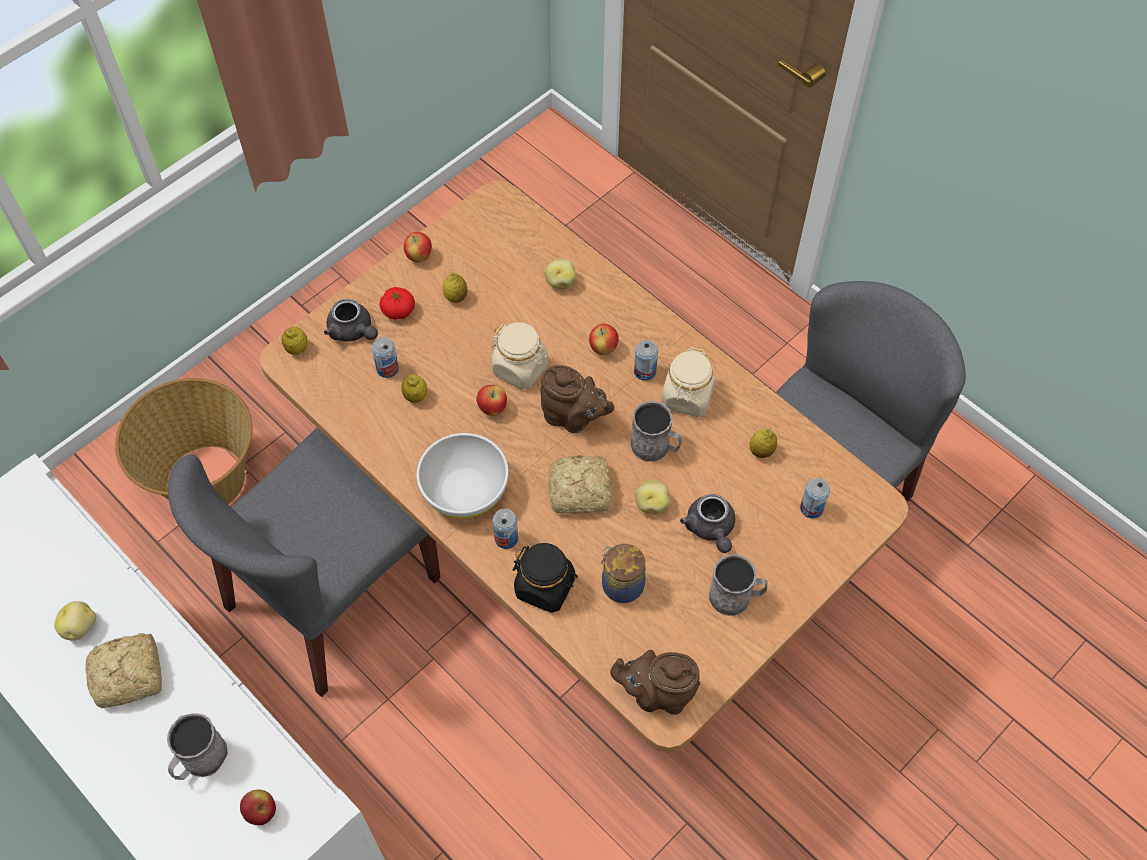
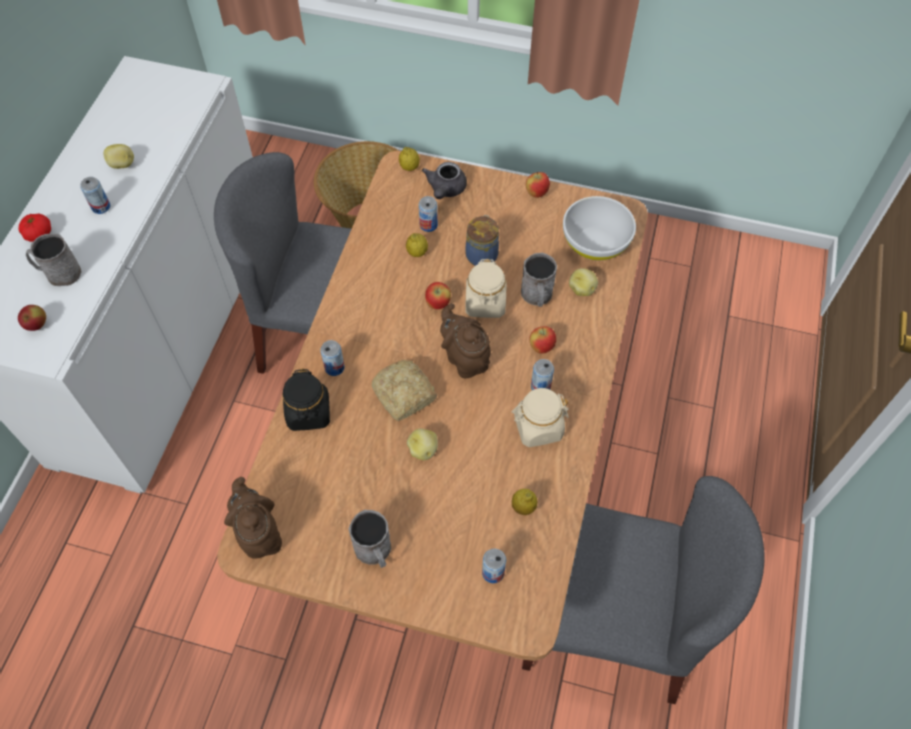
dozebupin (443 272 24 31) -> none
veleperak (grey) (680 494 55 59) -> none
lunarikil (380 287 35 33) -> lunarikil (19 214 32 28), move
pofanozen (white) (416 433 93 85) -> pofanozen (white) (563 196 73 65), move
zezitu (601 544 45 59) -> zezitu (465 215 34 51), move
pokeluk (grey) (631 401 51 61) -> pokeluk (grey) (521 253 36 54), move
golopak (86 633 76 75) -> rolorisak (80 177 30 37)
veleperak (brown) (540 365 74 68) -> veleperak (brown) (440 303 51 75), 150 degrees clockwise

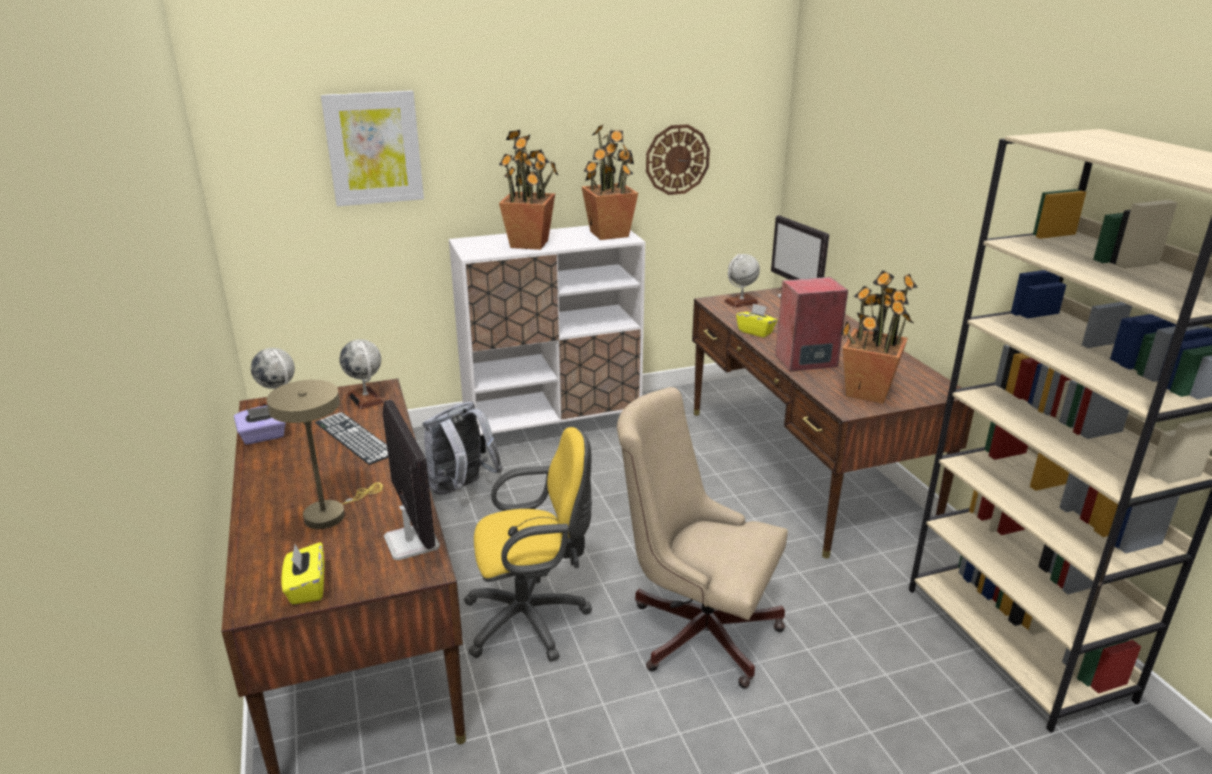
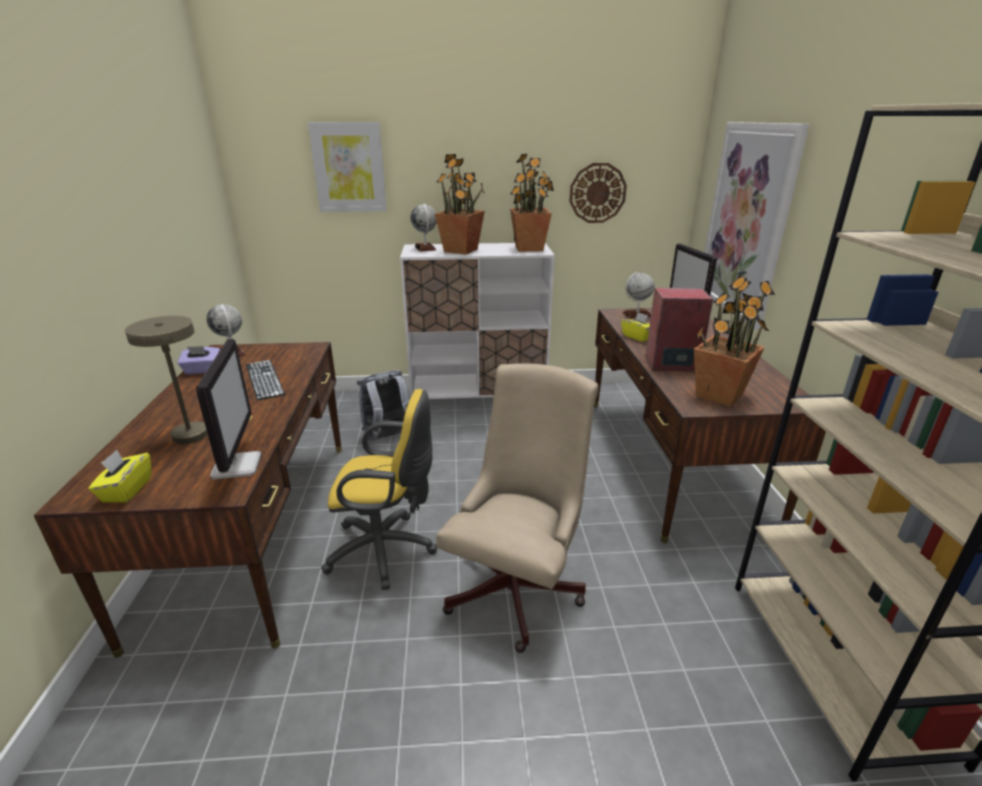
none -> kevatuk (704 122 105 208)
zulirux (339 339 45 70) -> zulirux (410 203 27 49), move
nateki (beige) (617 387 171 301) -> nateki (beige) (436 363 162 290), 75 degrees clockwise

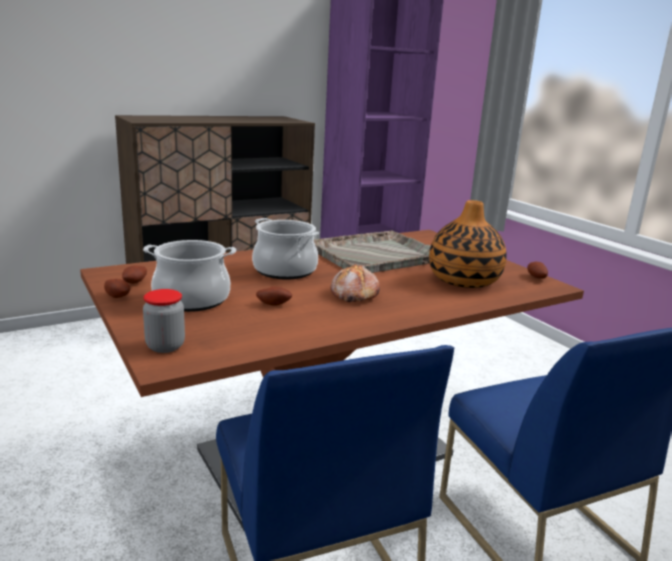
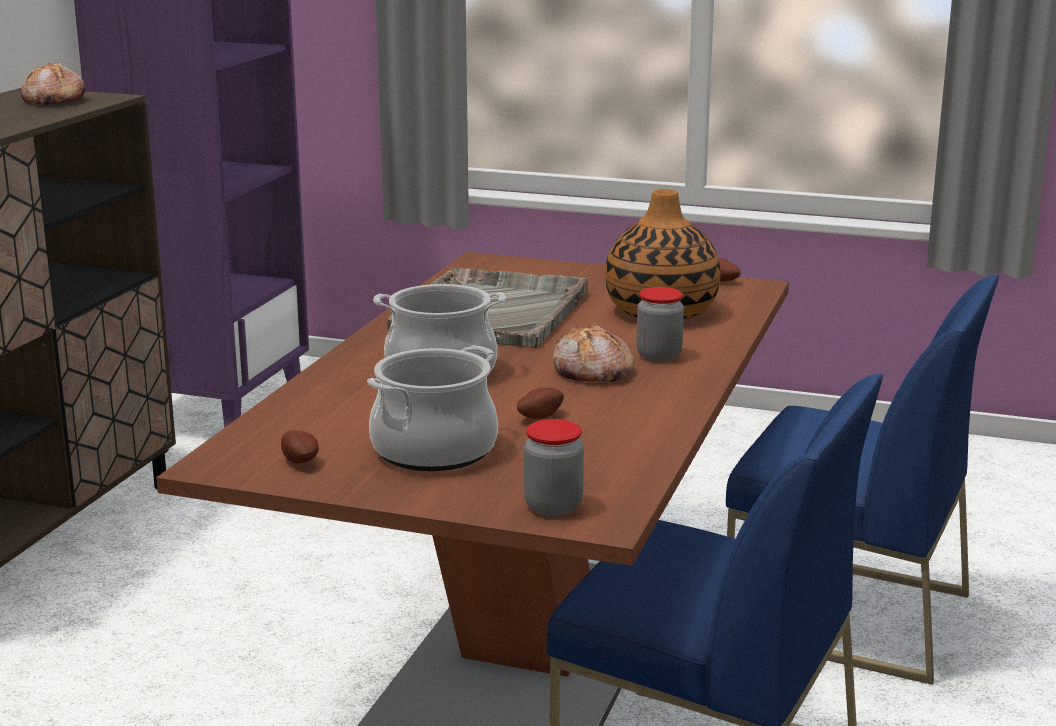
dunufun (104 279 26 19) -> none
none -> golopak (21 62 64 43)
none -> zezitu (636 287 48 74)

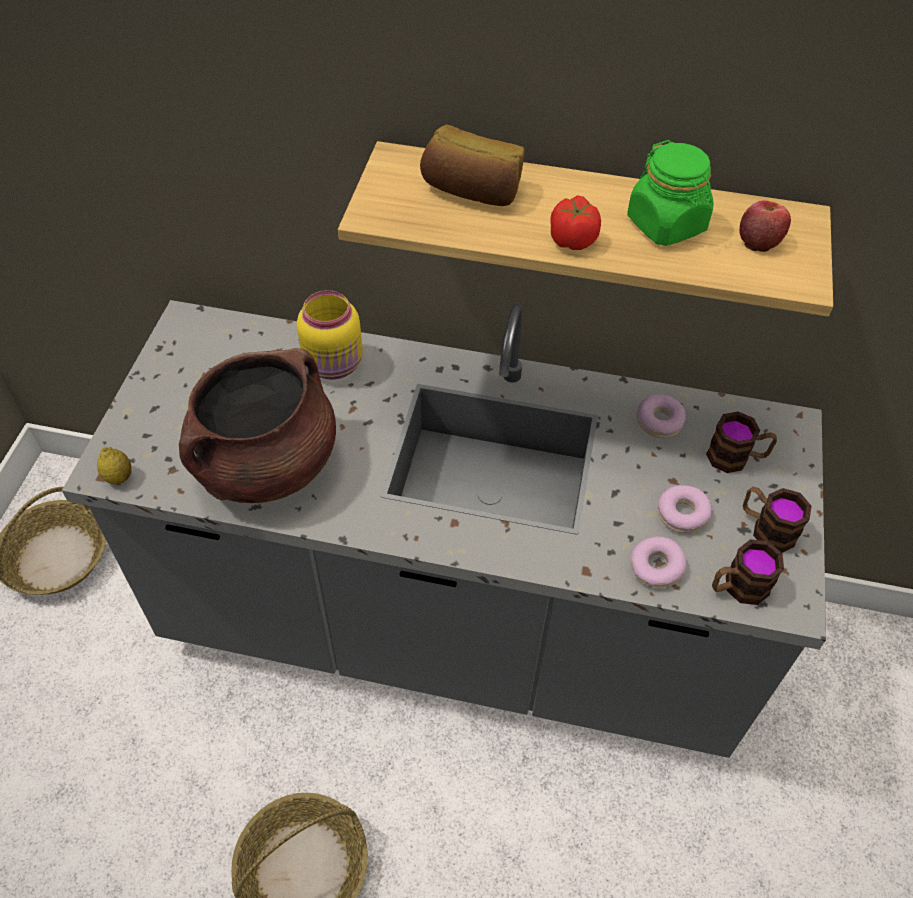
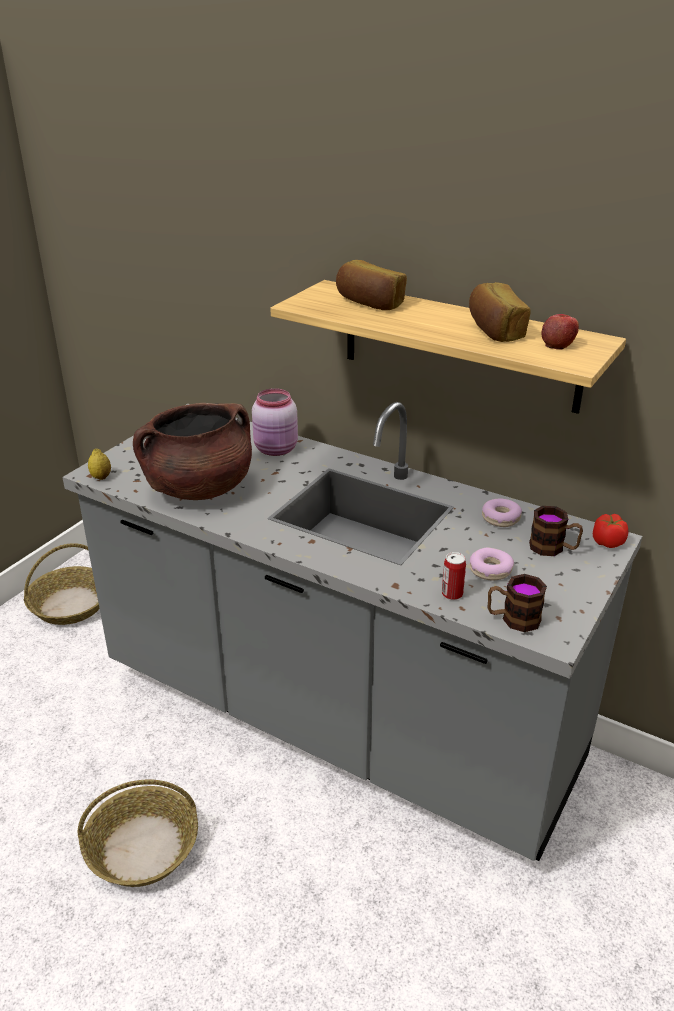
pokeluk (743 487 68 66) -> none
lunarikil (550 195 51 55) -> lunarikil (593 514 35 34), move
zezitu (green) (627 140 87 106) -> golopak (469 282 62 60)
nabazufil (631 536 56 52) -> rolorisak (442 552 24 48)
zezitu (yellow) (297 290 66 90) -> zezitu (pink) (252 388 46 68)

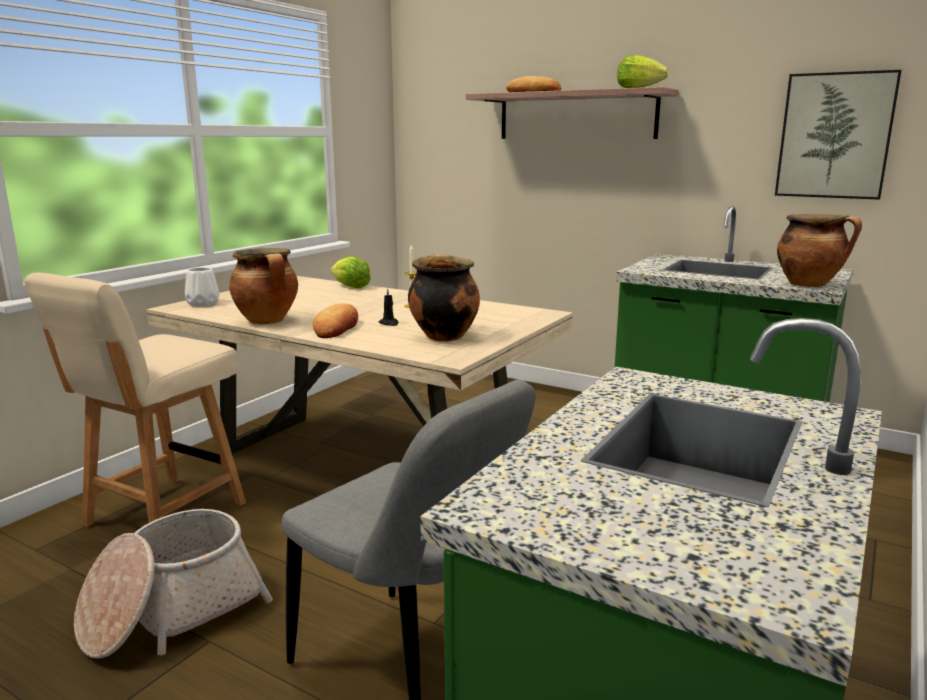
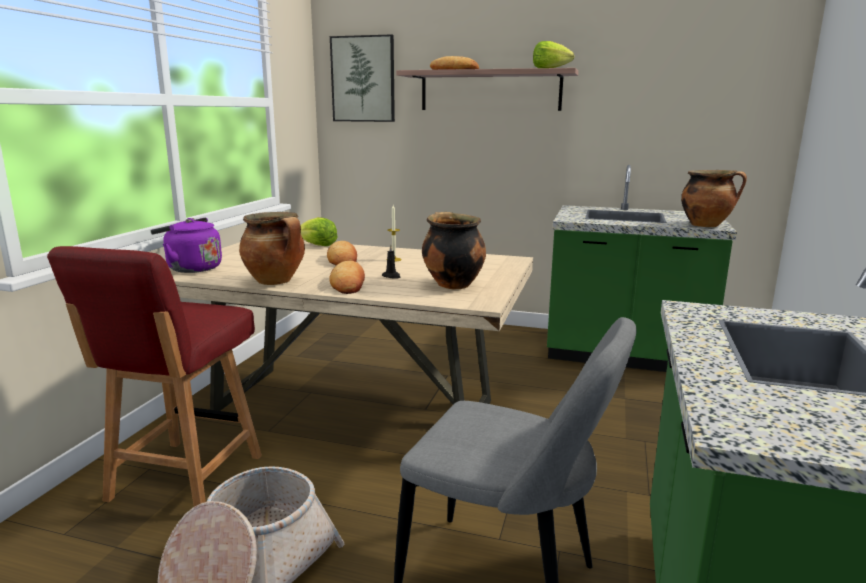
none -> golopak (327 241 30 24)
kevatuk (775 70 127 130) -> kevatuk (330 34 65 88), move
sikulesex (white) (185 267 34 40) -> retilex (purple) (150 218 72 55)
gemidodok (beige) (24 273 222 254) -> gemidodok (red) (47 246 215 261)

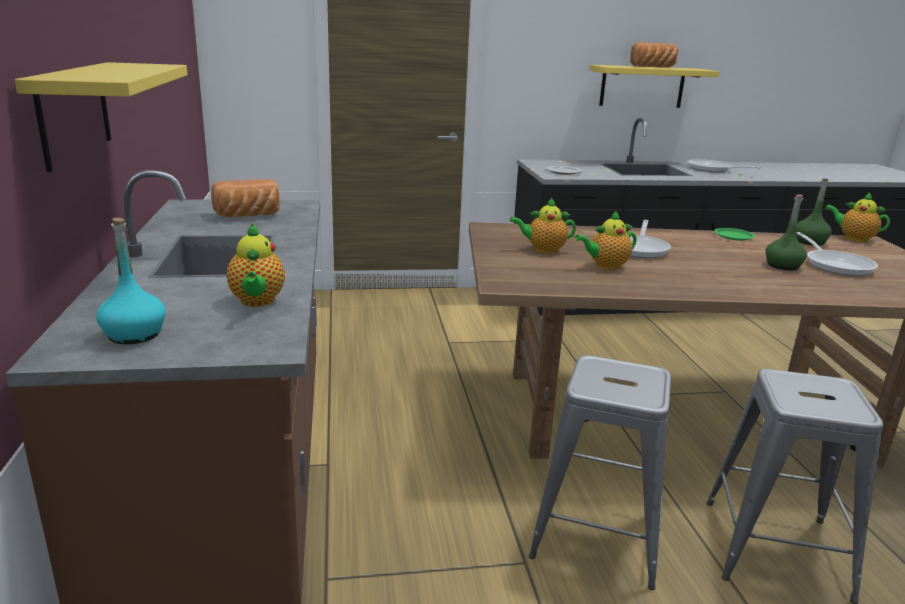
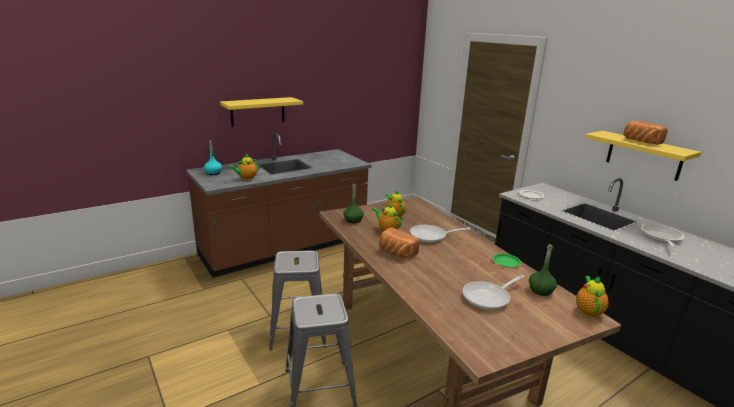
golopak (211 179 69 38) -> golopak (379 227 41 31), move
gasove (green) (765 194 42 76) -> gasove (green) (344 184 20 39), move

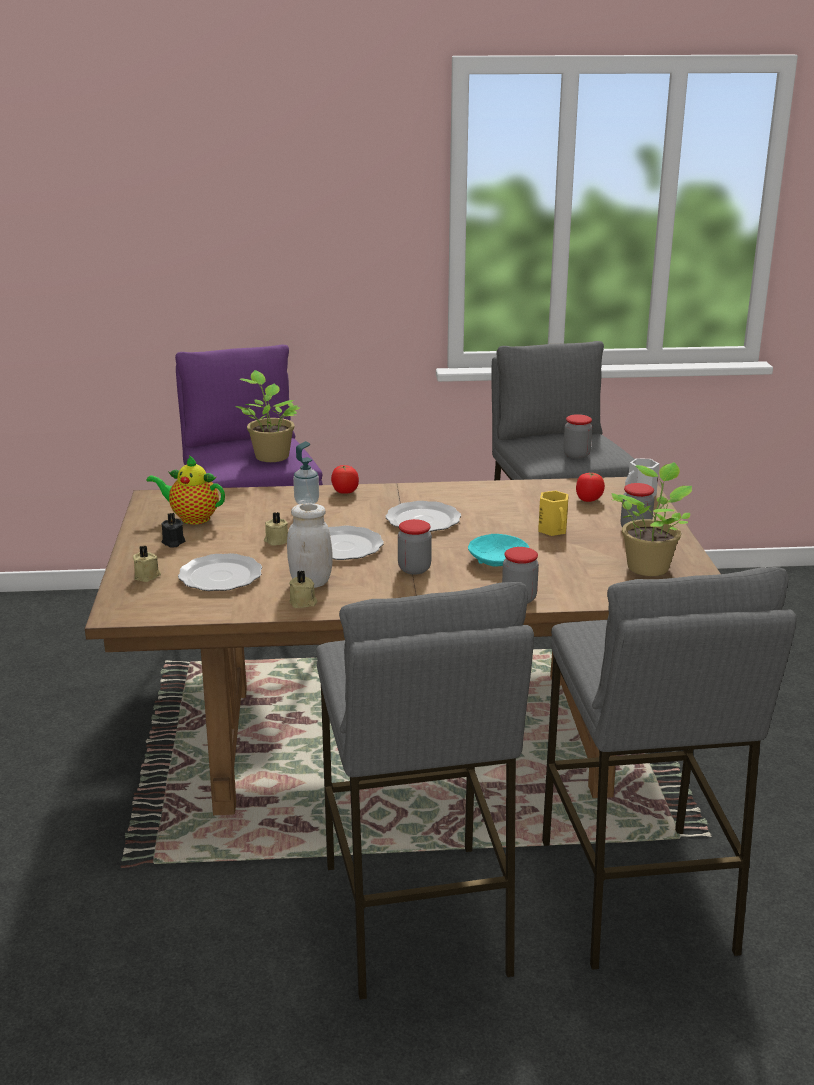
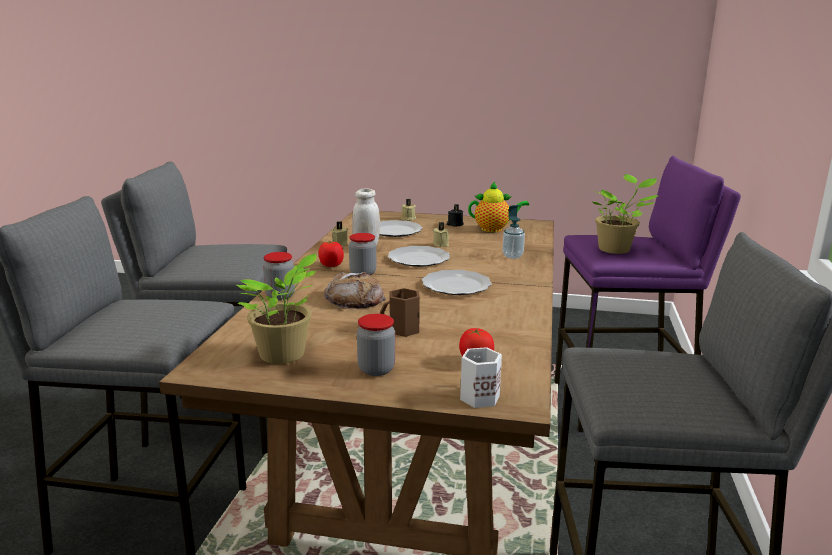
zezitu (563 414 29 45) -> none
lunarikil (331 465 28 29) -> lunarikil (318 241 26 26), move
pofanozen (turquoise) (468 534 61 33) -> golopak (324 272 62 37)
pokeluk (yellow) (538 490 31 46) -> pokeluk (brown) (380 288 40 49)
veleperak (146 455 79 69) -> veleperak (468 182 61 50), 60 degrees clockwise

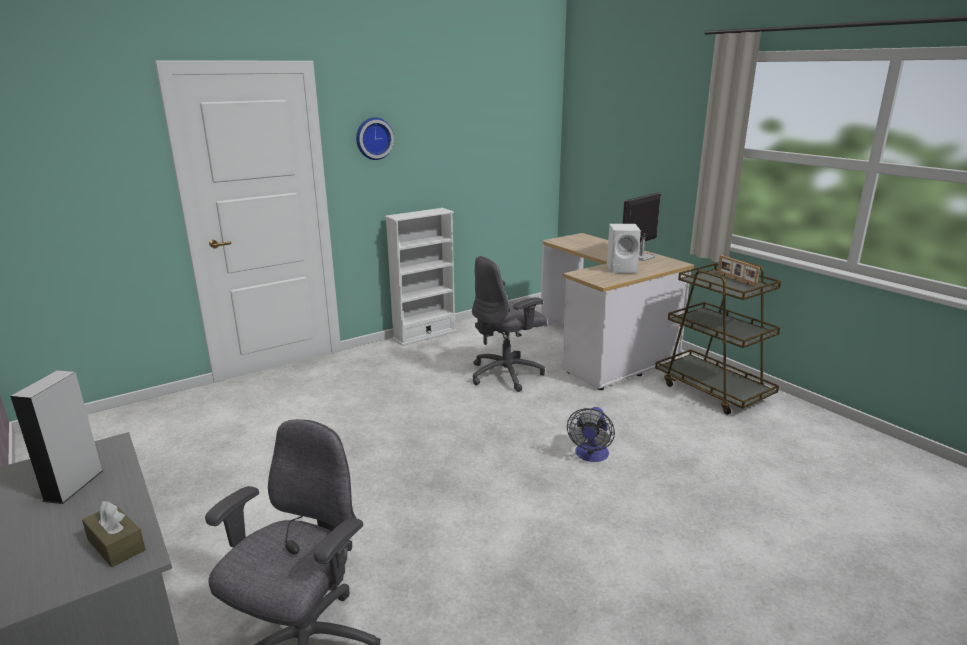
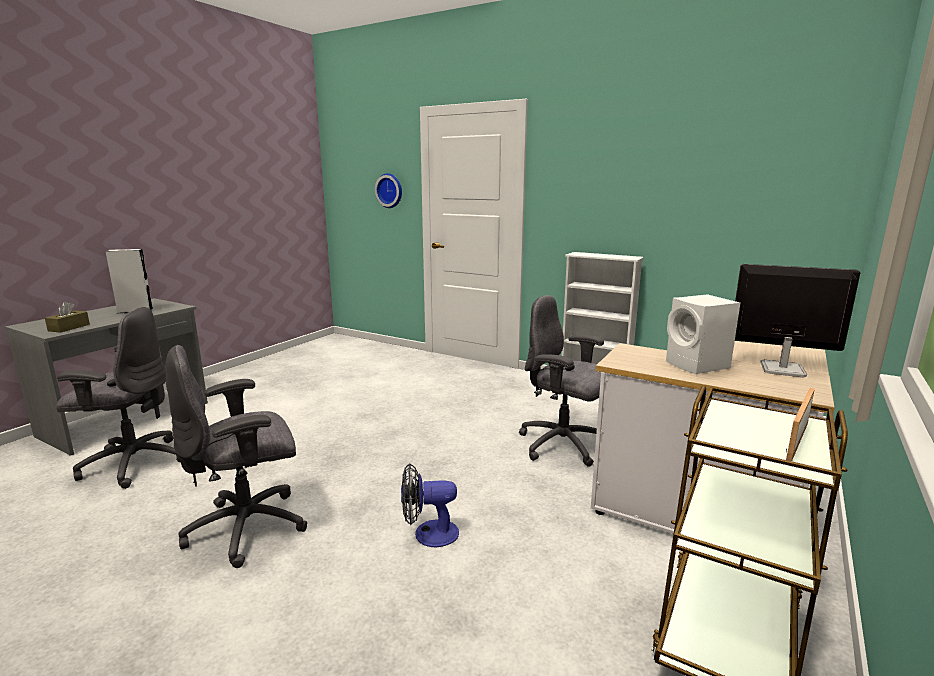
none -> nateki (grey) (166 345 142 223)
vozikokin (356 117 38 43) -> vozikokin (375 173 27 35), move

